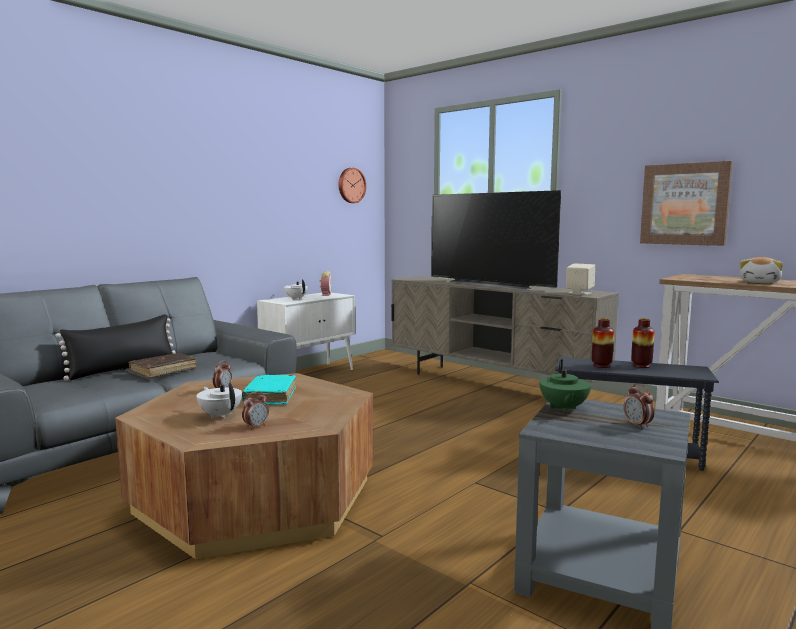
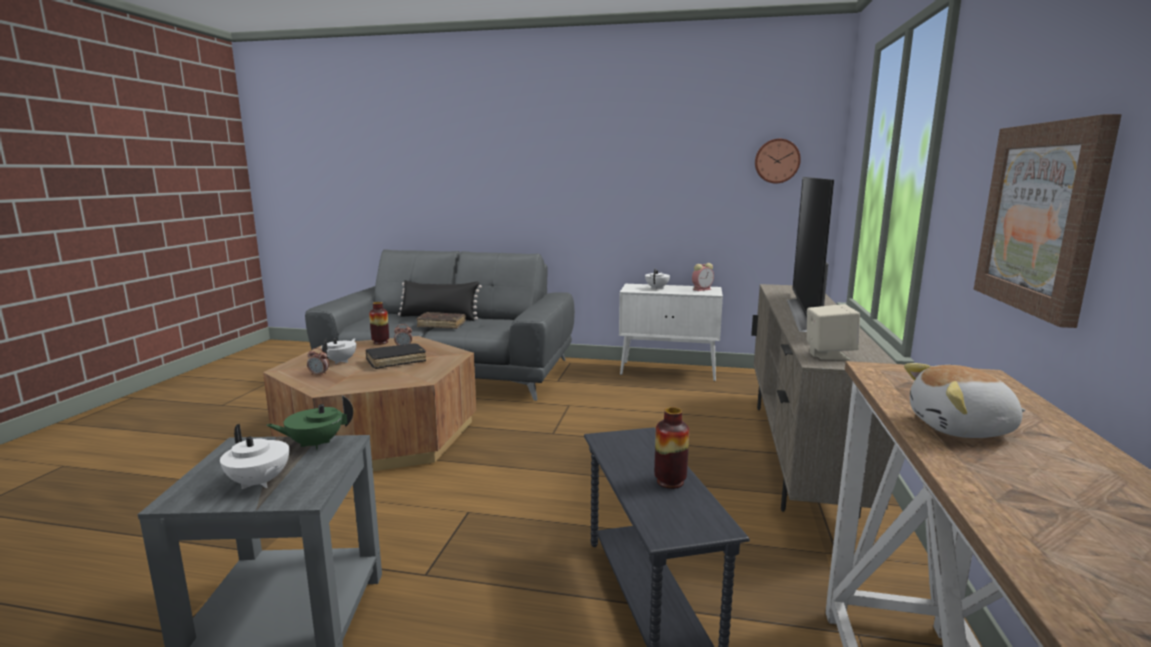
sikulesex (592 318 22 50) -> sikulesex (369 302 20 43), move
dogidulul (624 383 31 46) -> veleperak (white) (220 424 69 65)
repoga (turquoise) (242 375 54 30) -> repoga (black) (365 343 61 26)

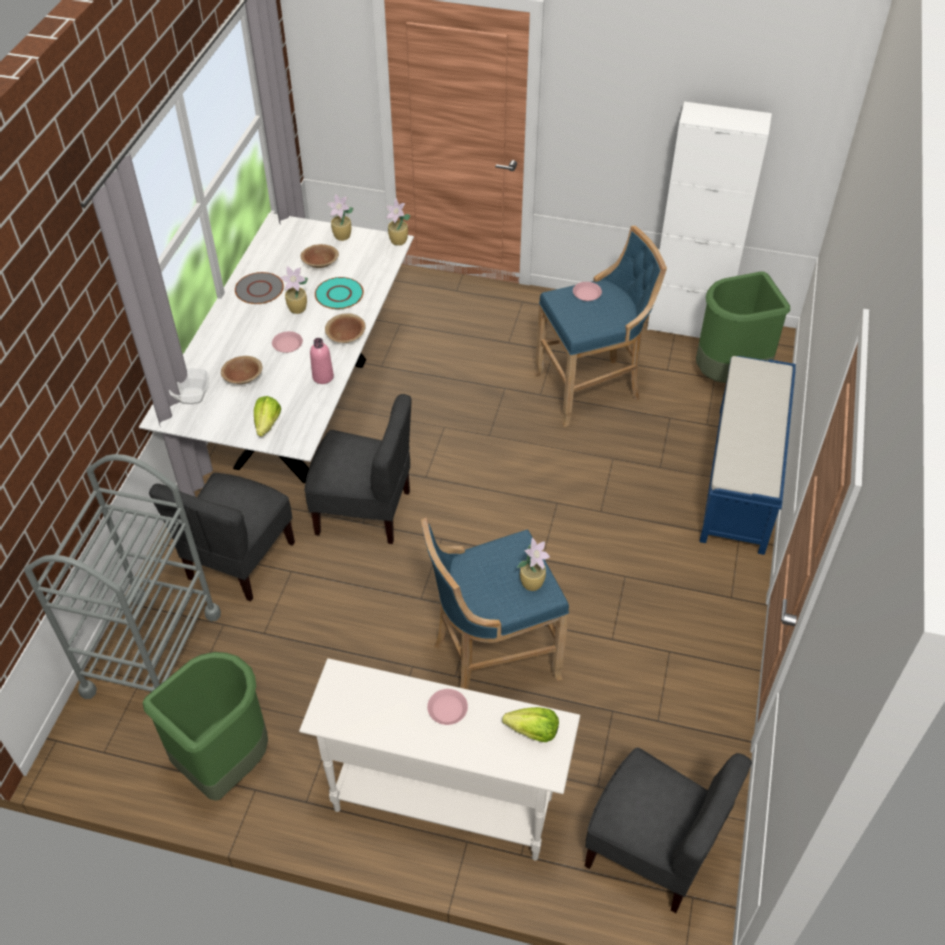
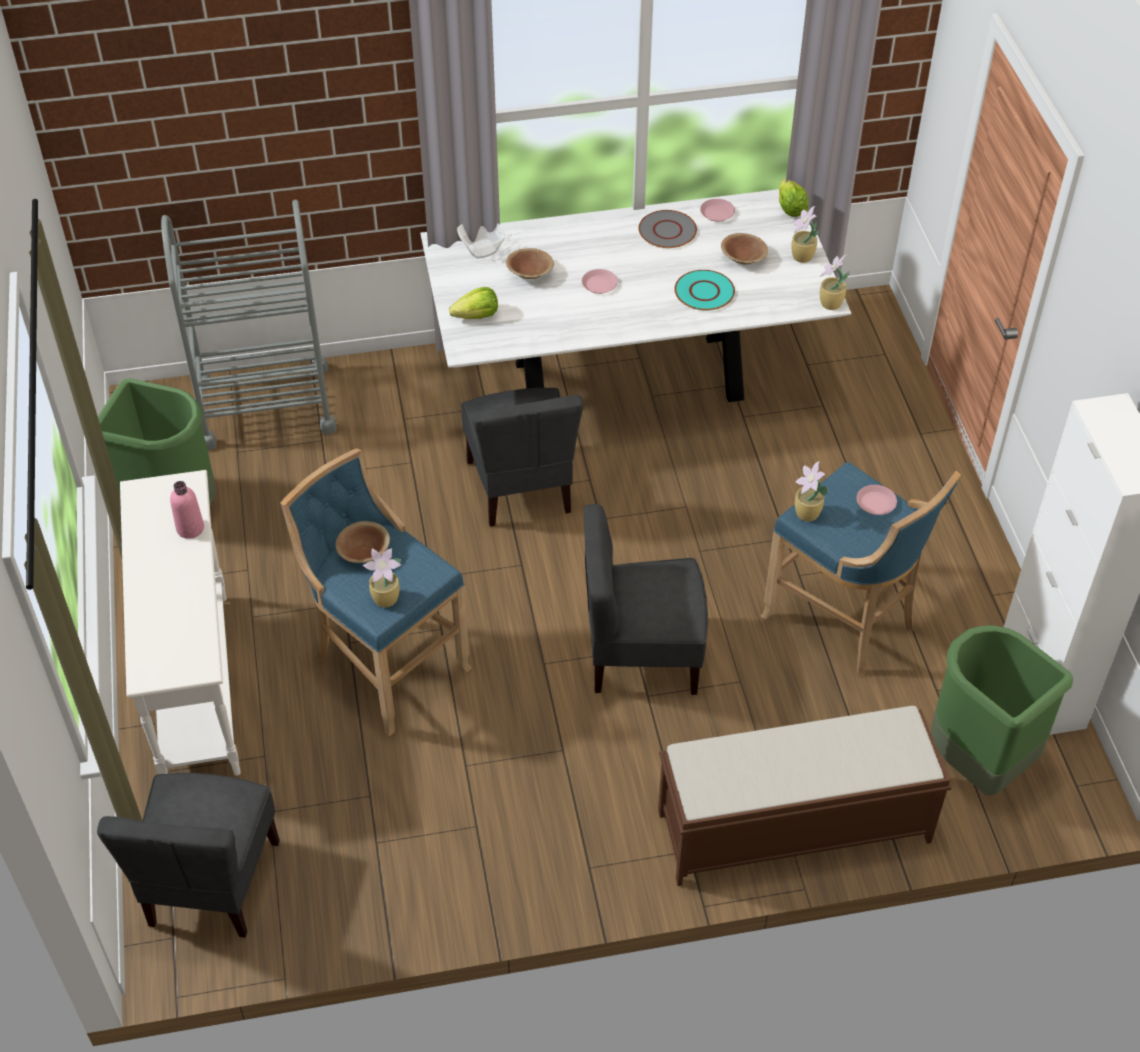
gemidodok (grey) (149 473 146 128) -> gemidodok (grey) (584 504 124 191), move
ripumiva (280 266 28 48) -> ripumiva (795 461 33 60), move
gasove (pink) (310 338 24 46) -> gasove (pink) (170 481 34 58), move
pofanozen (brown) (325 313 41 30) -> pofanozen (brown) (335 521 55 42), move
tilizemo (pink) (427 689 41 36) -> tilizemo (pink) (700 199 35 23), move
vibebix (502 707 57 35) -> vibebix (779 179 29 38), move
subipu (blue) (700 356 96 199) -> subipu (brown) (658 706 293 180)

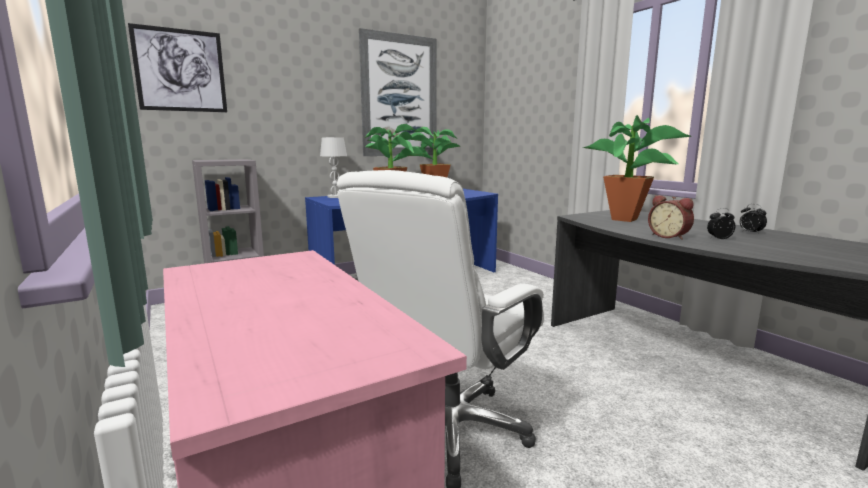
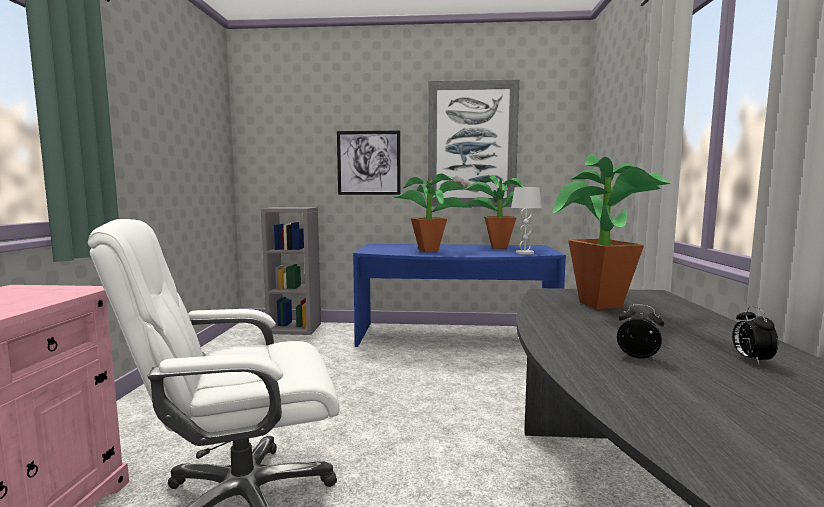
dogidulul (648 195 46 45) -> none
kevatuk (128 23 99 89) -> kevatuk (337 131 63 64), move
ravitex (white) (320 137 27 61) -> ravitex (white) (511 187 31 68), move

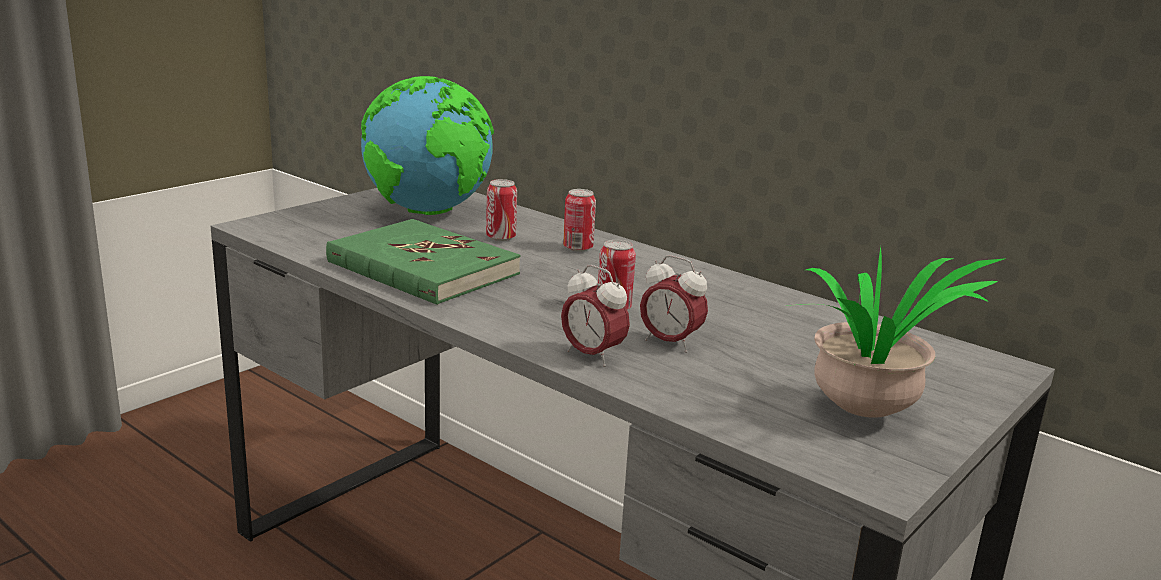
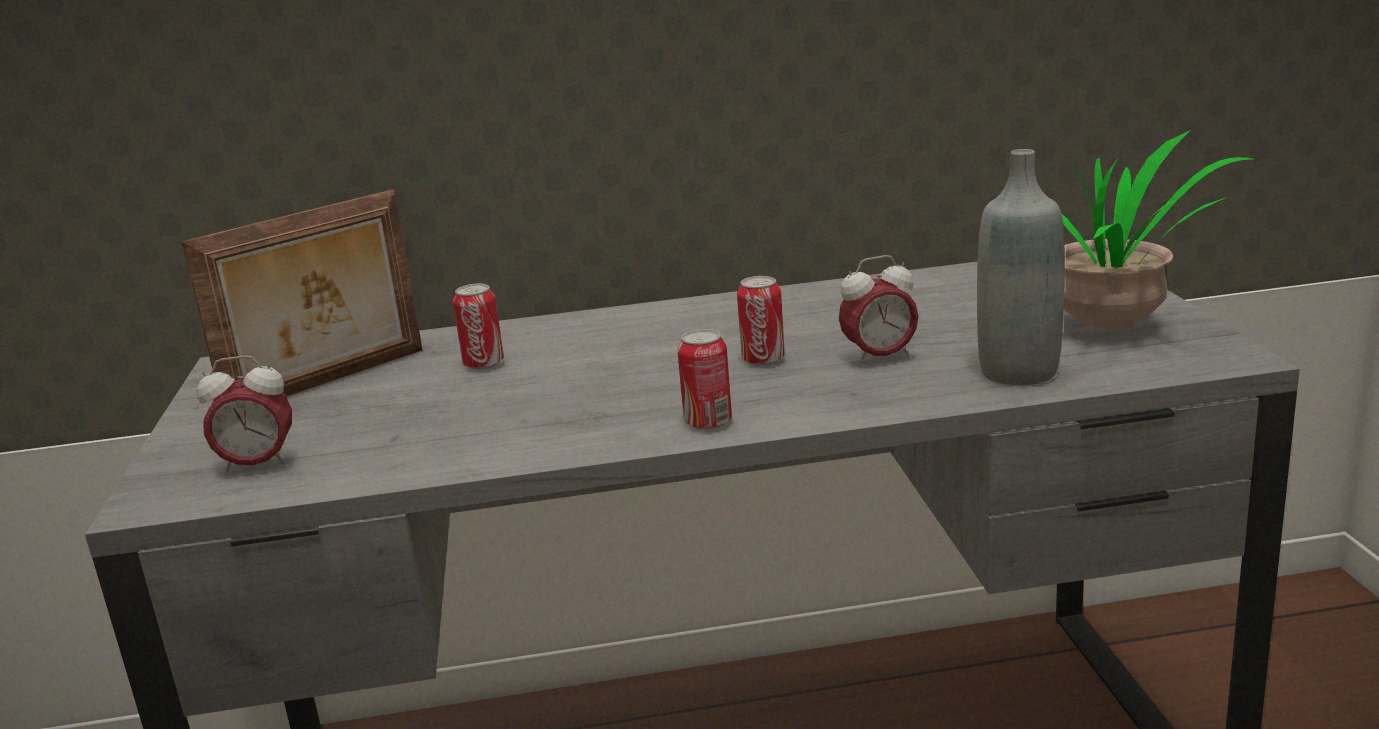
repoga (green) (326 219 195 86) -> none
none -> gasove (grey) (977 149 88 236)
dogidulul (561 265 69 102) -> dogidulul (197 355 95 121), move
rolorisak (563 189 33 63) -> rolorisak (677 329 55 101), move
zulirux (361 76 133 139) -> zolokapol (181 189 242 208)

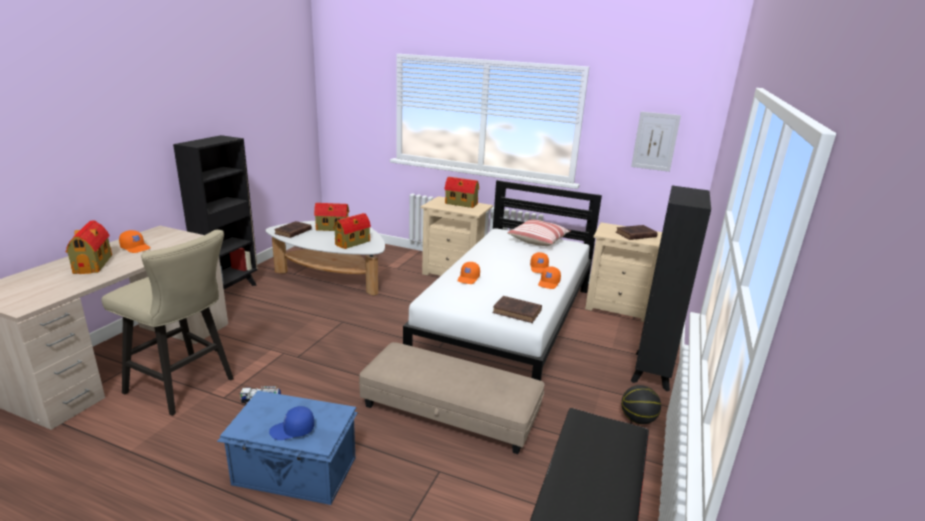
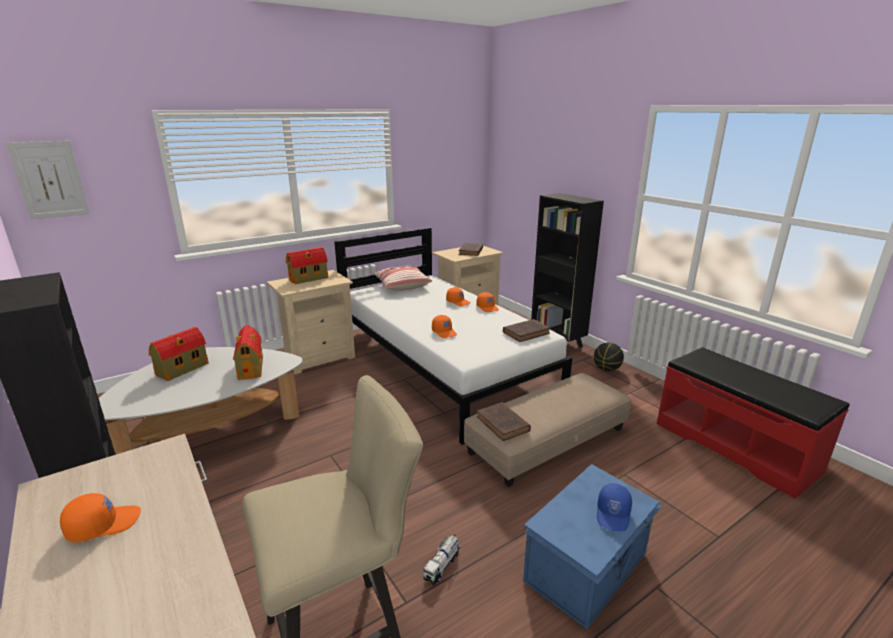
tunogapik (66 221 46 53) -> none
repoga (brown) (274 221 38 17) -> repoga (brown) (476 402 55 39), move
kevatuk (631 112 50 60) -> kevatuk (6 141 84 79), move

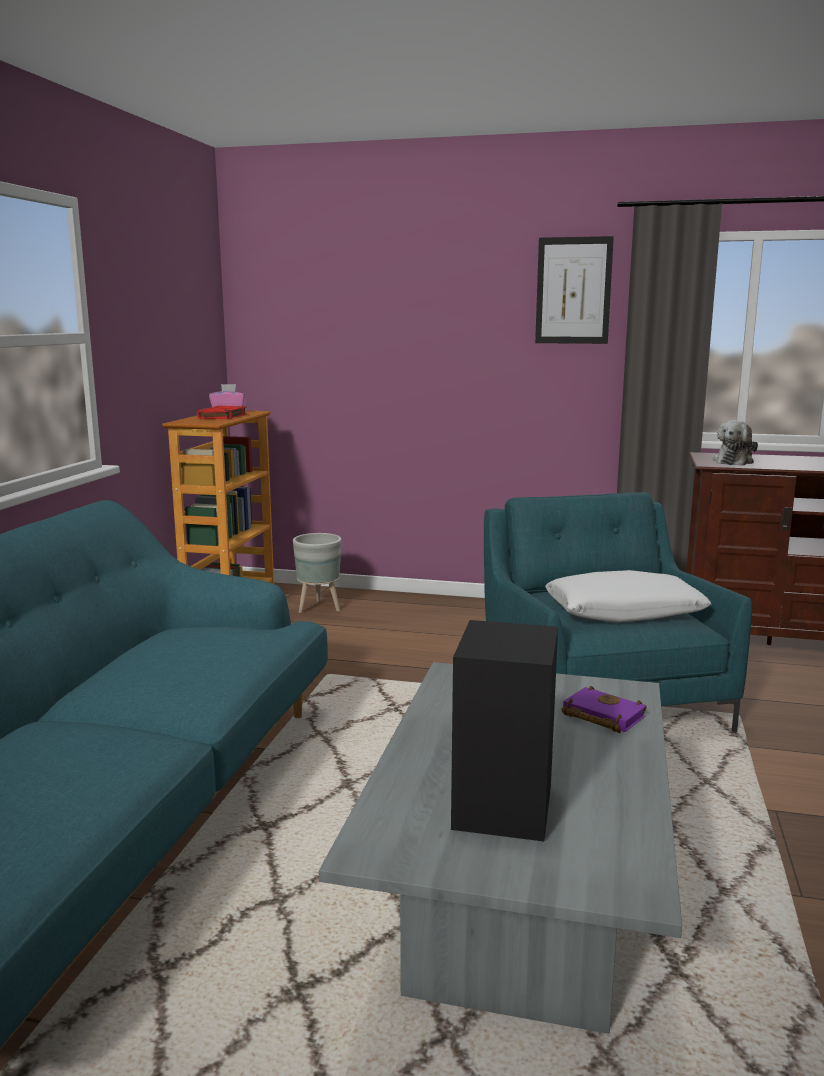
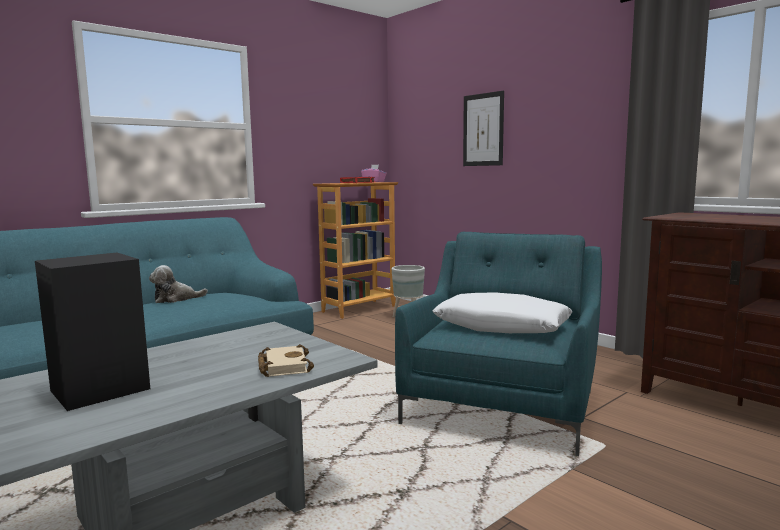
kevatuk (535 236 79 108) -> kevatuk (463 91 41 75), move
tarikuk (713 420 45 46) -> tarikuk (149 265 59 38), move
repoga (purple) (561 686 86 47) -> repoga (beige) (258 344 56 33)

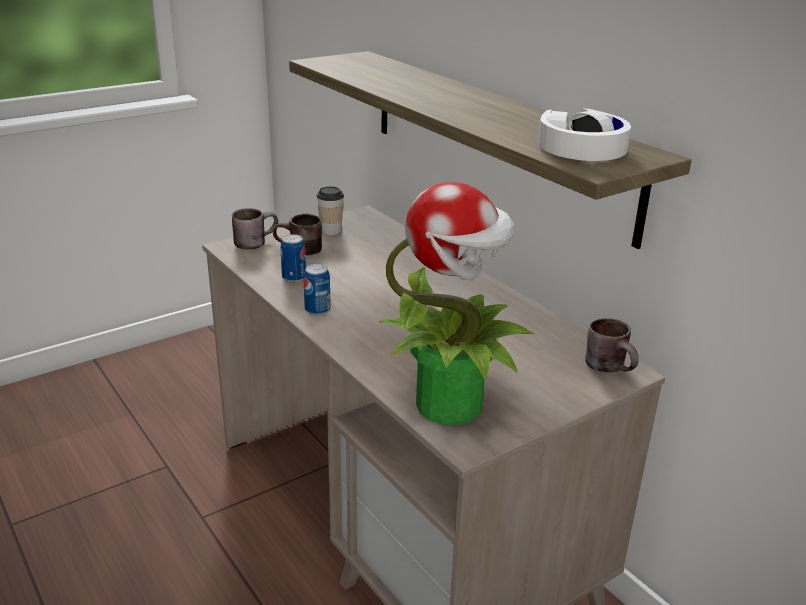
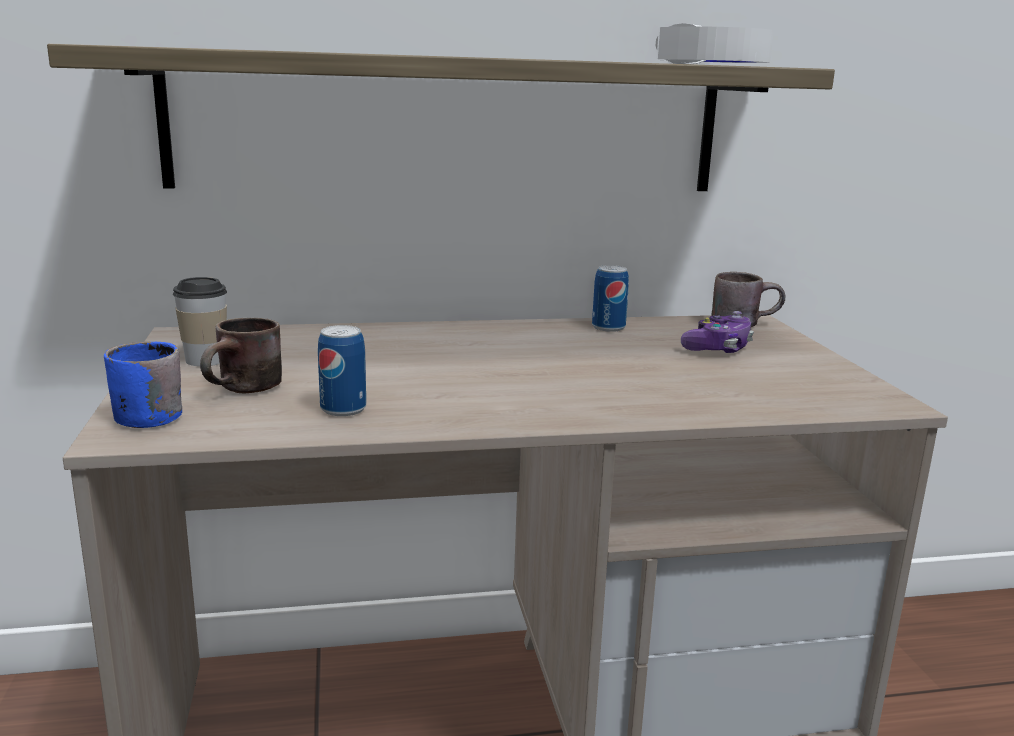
ripumiva (378 182 157 243) -> none
none -> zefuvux (681 311 73 42)
rolorisak (304 264 27 51) -> rolorisak (592 265 37 67), move
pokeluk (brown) (232 208 46 42) -> pokeluk (blue) (104 342 78 86)

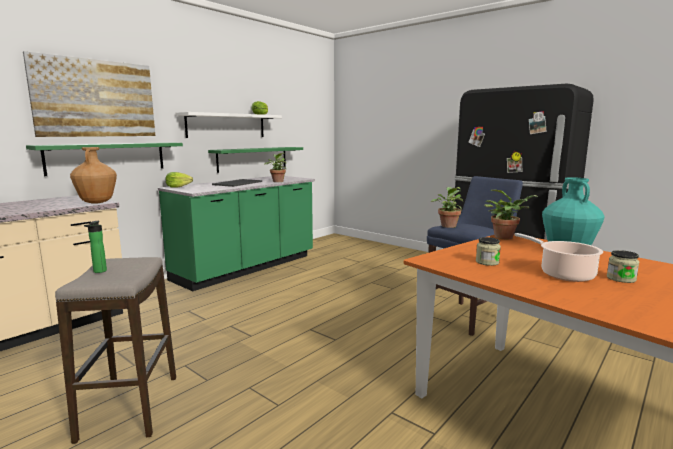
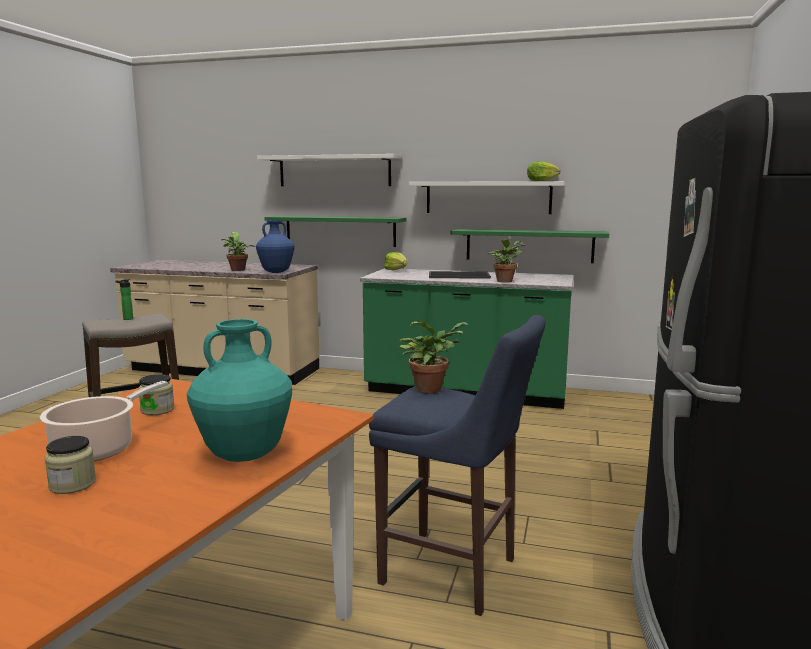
ripumiva (484 190 54 50) -> ripumiva (222 232 33 39), move
kevatuk (23 51 132 86) -> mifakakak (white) (257 154 145 32)
sikulesex (brown) (70 147 47 57) -> sikulesex (blue) (256 220 39 53)

